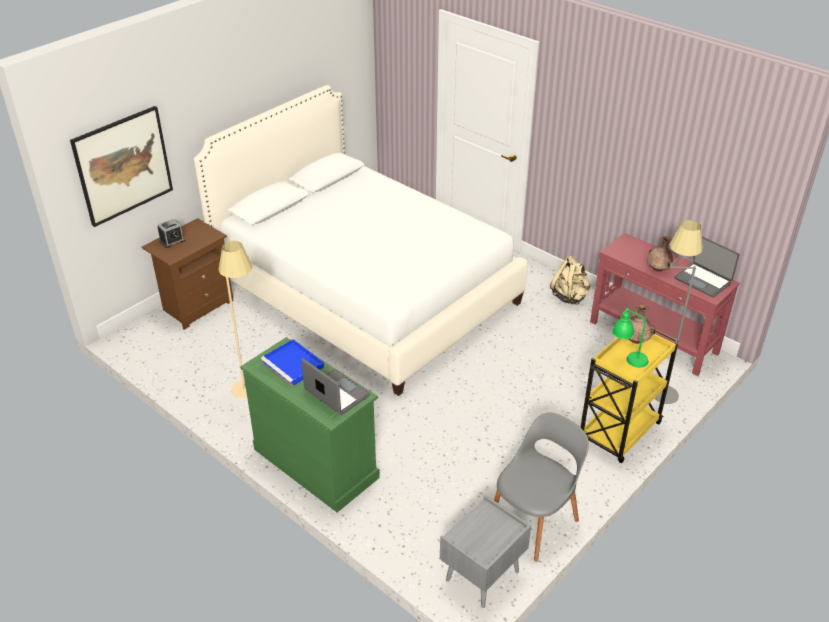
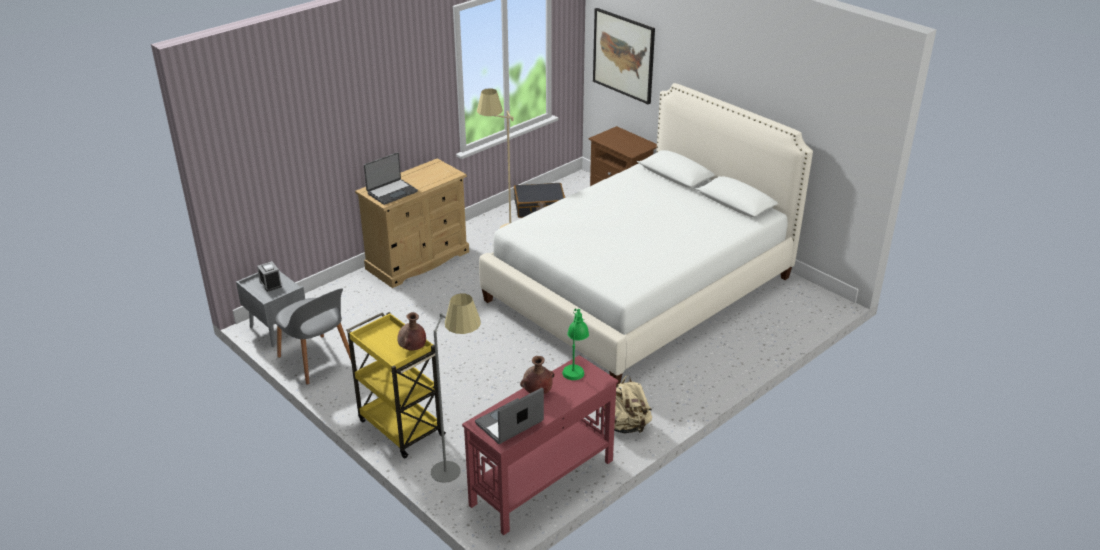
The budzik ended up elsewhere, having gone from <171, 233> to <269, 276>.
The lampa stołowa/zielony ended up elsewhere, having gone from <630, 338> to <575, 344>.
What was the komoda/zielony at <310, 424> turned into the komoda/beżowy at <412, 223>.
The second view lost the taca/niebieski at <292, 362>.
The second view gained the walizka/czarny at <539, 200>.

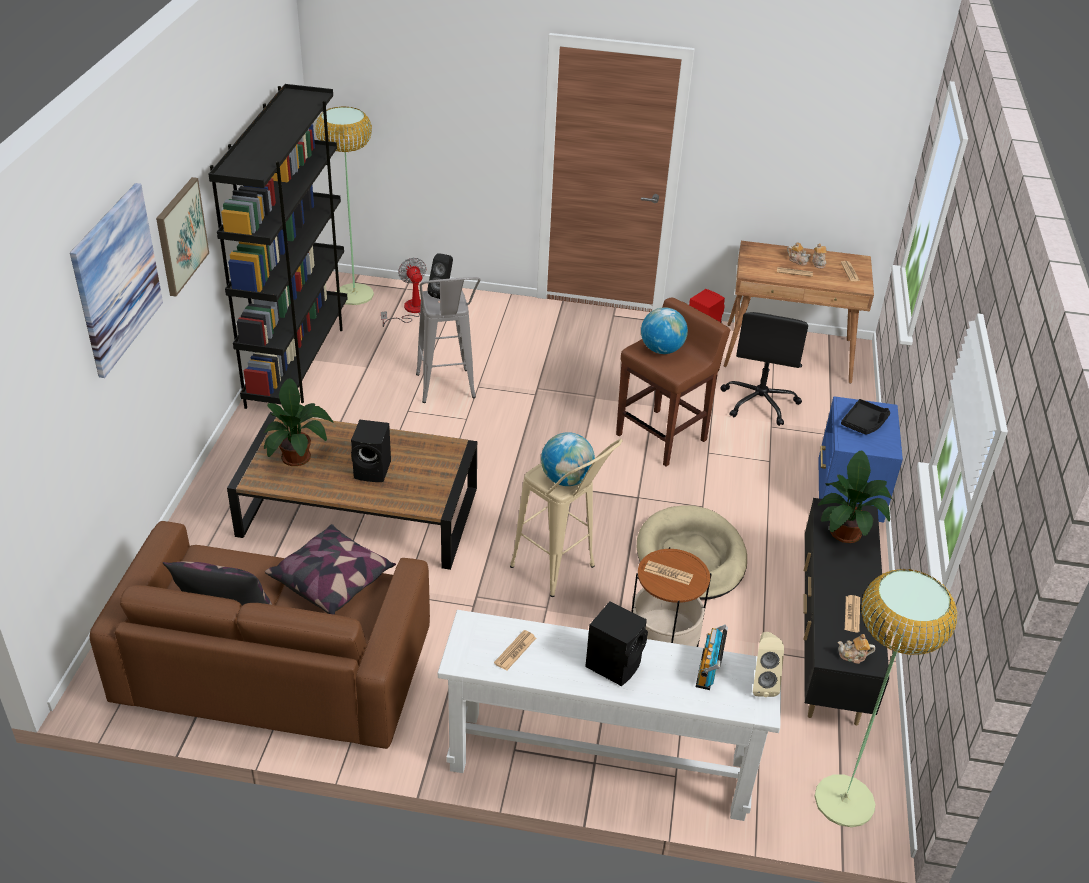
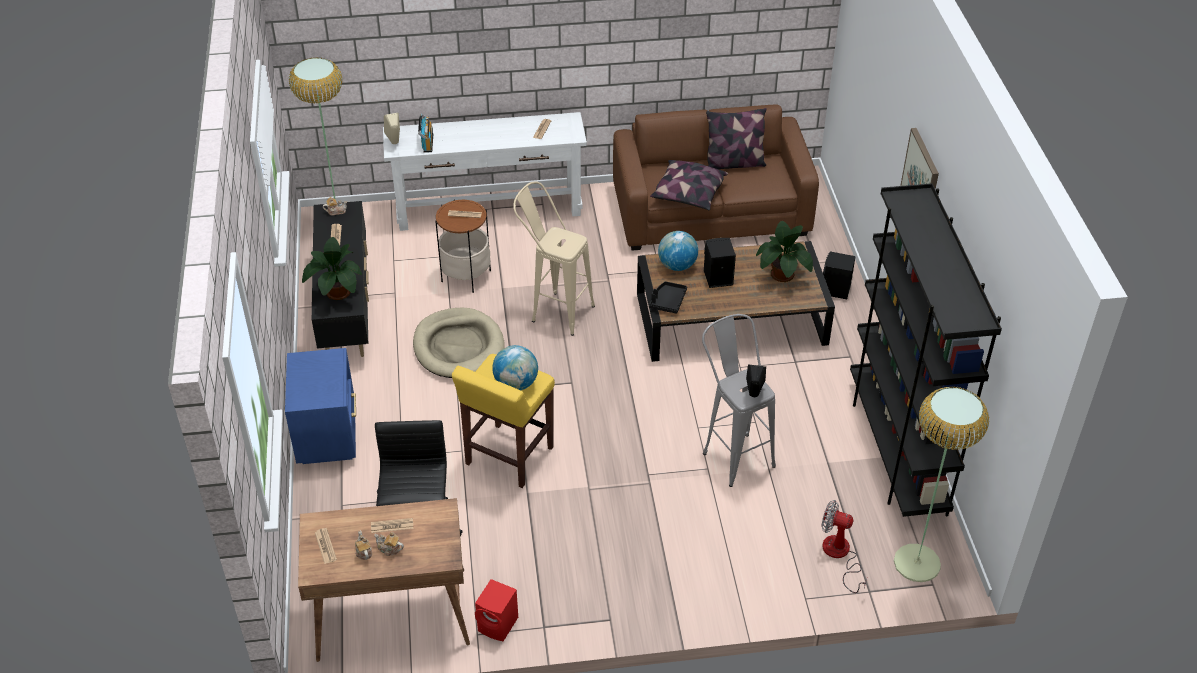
The second view lost the obraz at <116, 280>.
The wentylator at <403, 292> ended up facing another way, 150 degrees clockwise from before.
What was the stołek/brązowy at <673, 382> turned into the stołek/żółty at <503, 421>.
The taca/czarny ended up elsewhere, having gone from <865, 417> to <668, 297>.
The globus ended up elsewhere, having gone from <568, 459> to <678, 251>.
The głośnik/czarny ended up elsewhere, having gone from <616, 643> to <839, 275>.

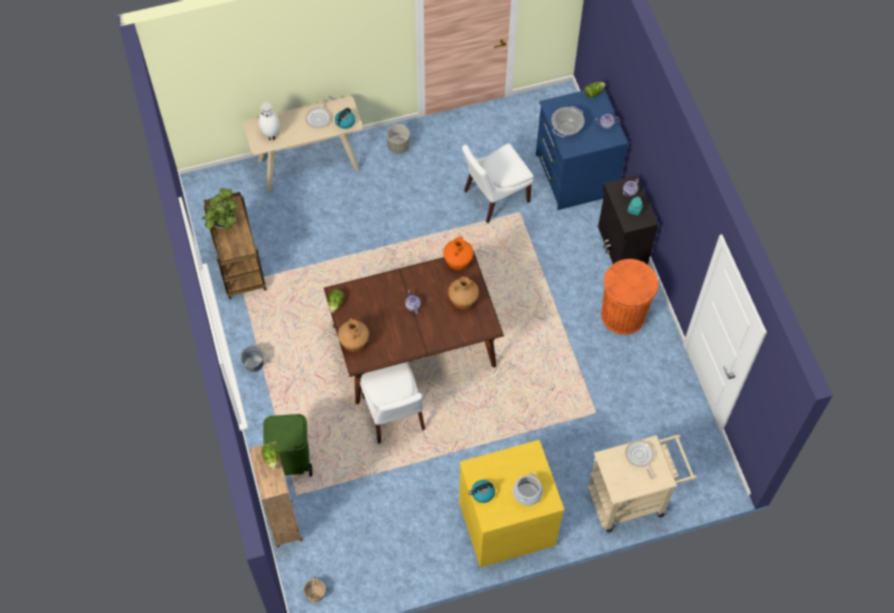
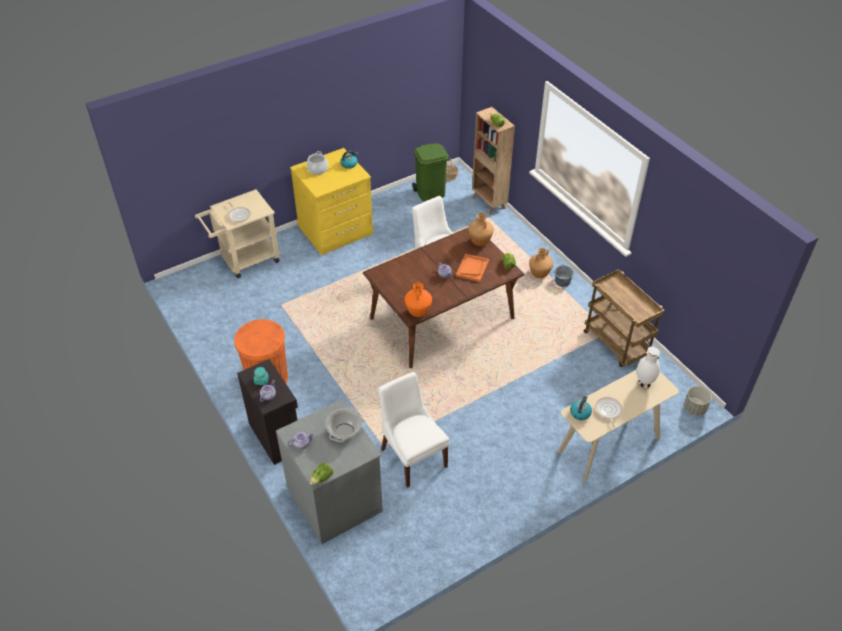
What was the komoda/niebieski at <582, 149> turned into the komoda/szary at <329, 471>.
The donica/szary ended up elsewhere, having gone from <398, 139> to <698, 401>.
The krzesło/biały at <497, 183> ended up facing another way, 75 degrees counterclockwise from before.
The second view lost the roślina doniczkowa at <219, 209>.
The wazon/brązowy ended up elsewhere, having gone from <463, 293> to <541, 263>.
The kosz na śmieci/zielony ended up elsewhere, having gone from <288, 445> to <430, 172>.
The second view gained the taca/pomarańczowy at <472, 268>.

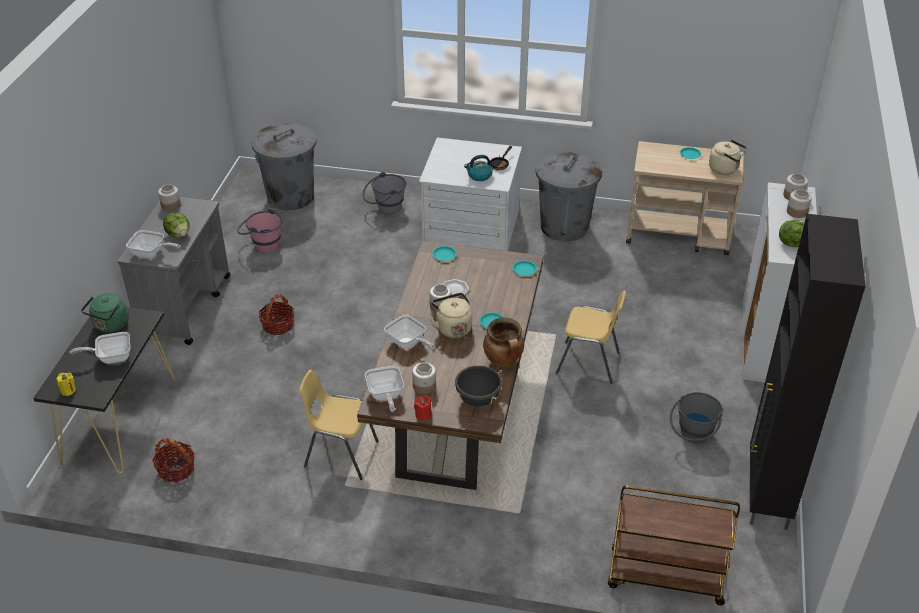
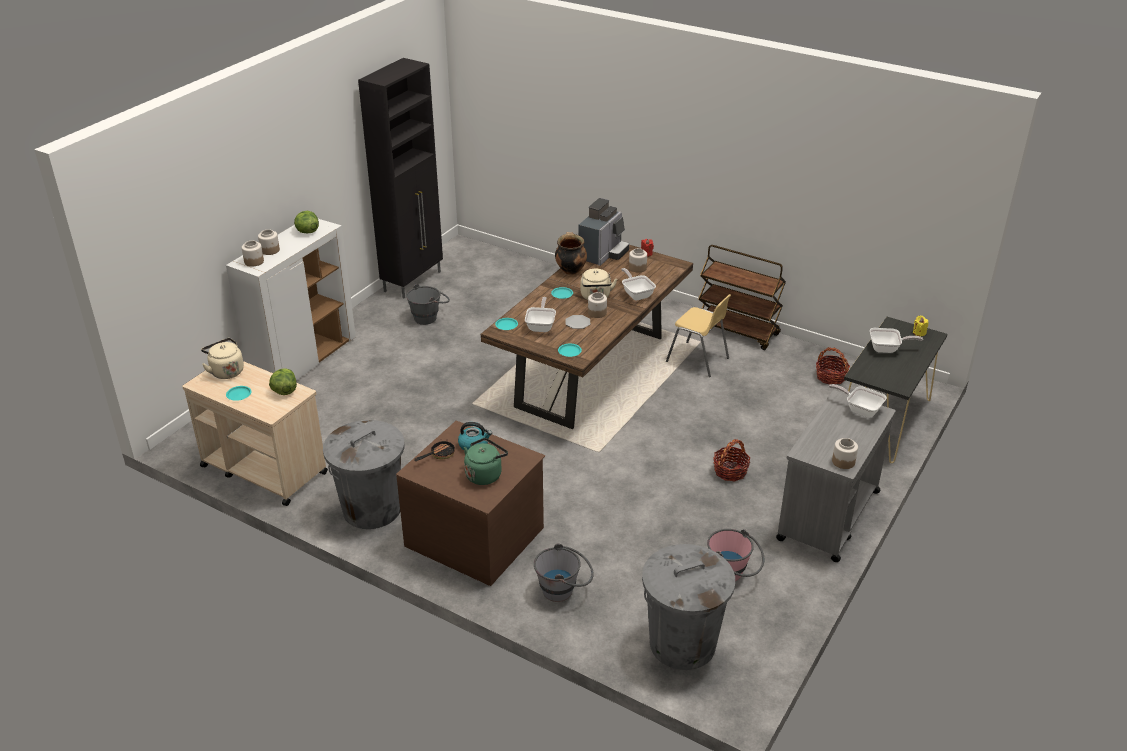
What was the komoda/biały at <470, 194> turned into the komoda/brązowy at <470, 503>.
The sałata ended up elsewhere, having gone from <176, 225> to <283, 381>.
The second view lost the krzesło/żółty at <590, 337>.
The czajnik/zielony ended up elsewhere, having gone from <105, 313> to <486, 461>.
Where the garnek/czarny stood at <478, 385>, the ekspres do kawy came to stand at <603, 232>.
The patelnia ended up elsewhere, having gone from <384, 389> to <540, 314>.
The wózek/brązowy ended up elsewhere, having gone from <674, 545> to <742, 297>.

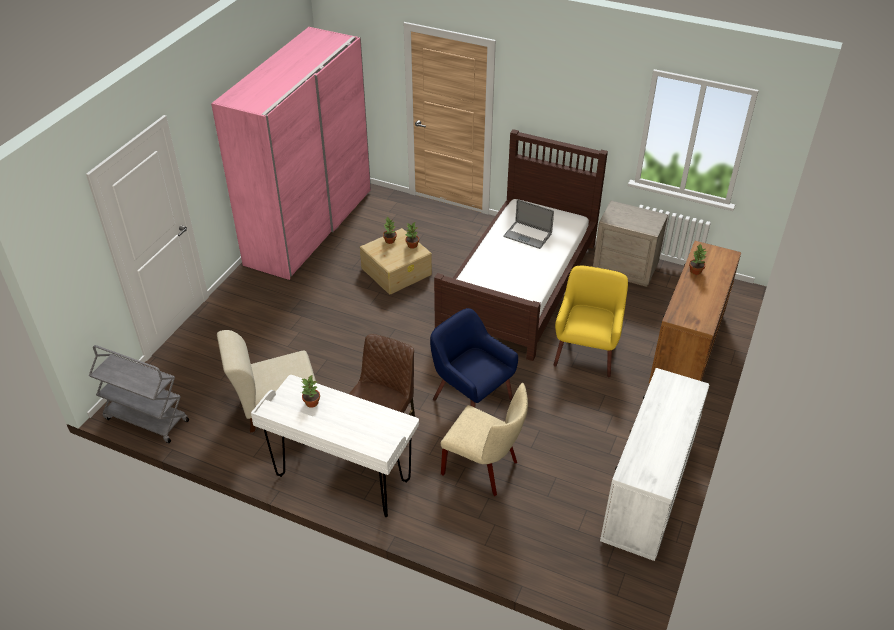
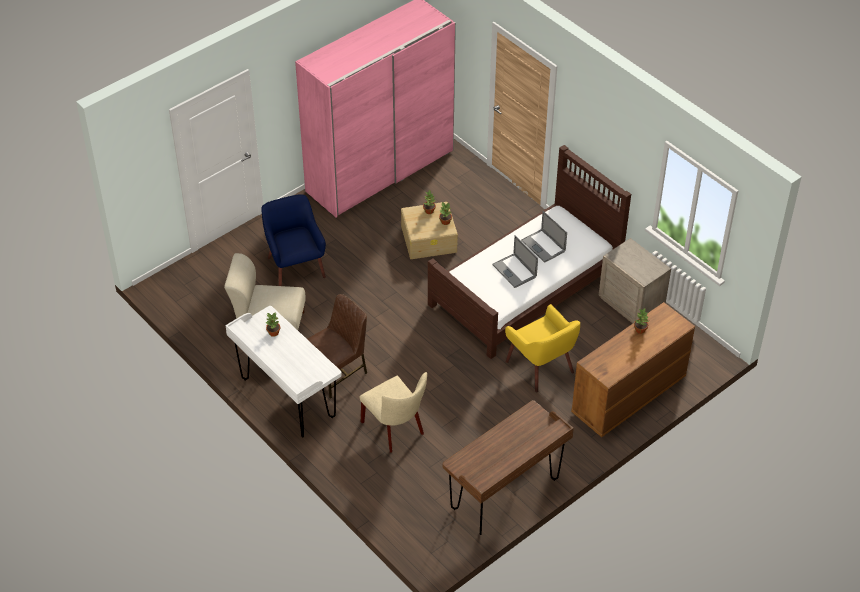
The fotel/żółty at <590, 321> ended up facing another way, 105 degrees clockwise from before.
The fotel/niebieski ended up elsewhere, having gone from <474, 357> to <293, 240>.
The second view lost the wózek/szary at <139, 394>.
Where the komoda/biały stood at <654, 464>, the biurko/brązowy came to stand at <508, 467>.
The second view gained the laptop at <515, 261>.

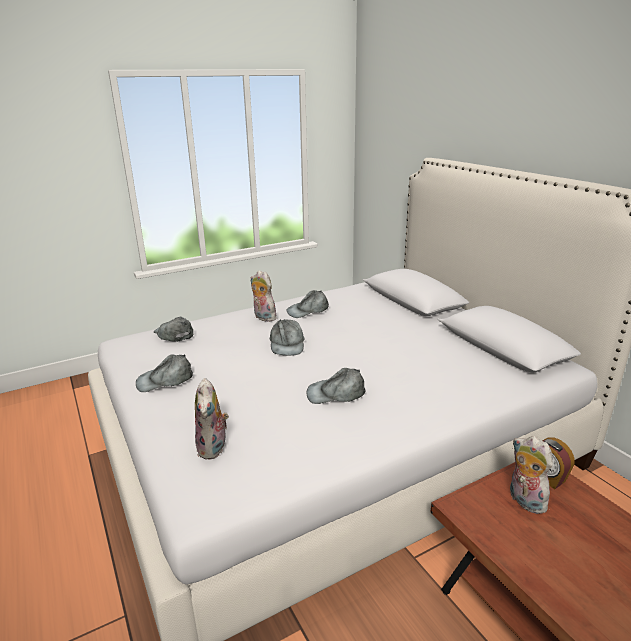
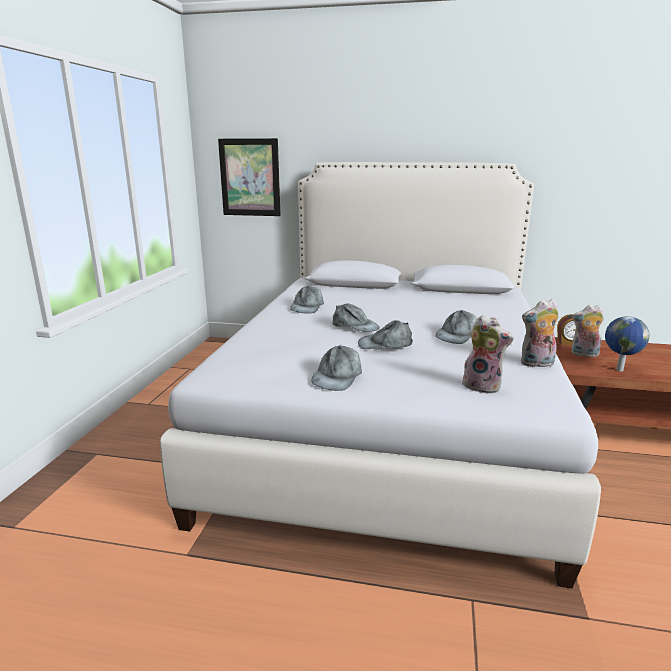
The pluszak ended up elsewhere, having gone from <263, 296> to <540, 333>.
The czapka z daszkiem/szary ended up elsewhere, having gone from <173, 329> to <385, 334>.
The second view gained the obraz at <249, 177>.
The second view gained the globus at <627, 343>.

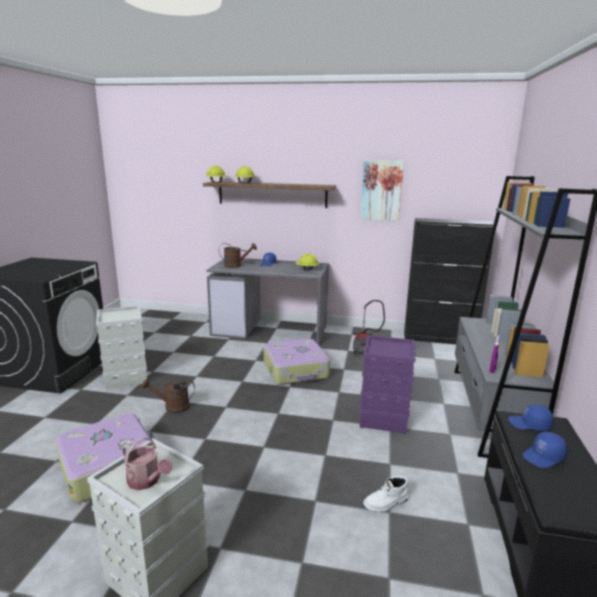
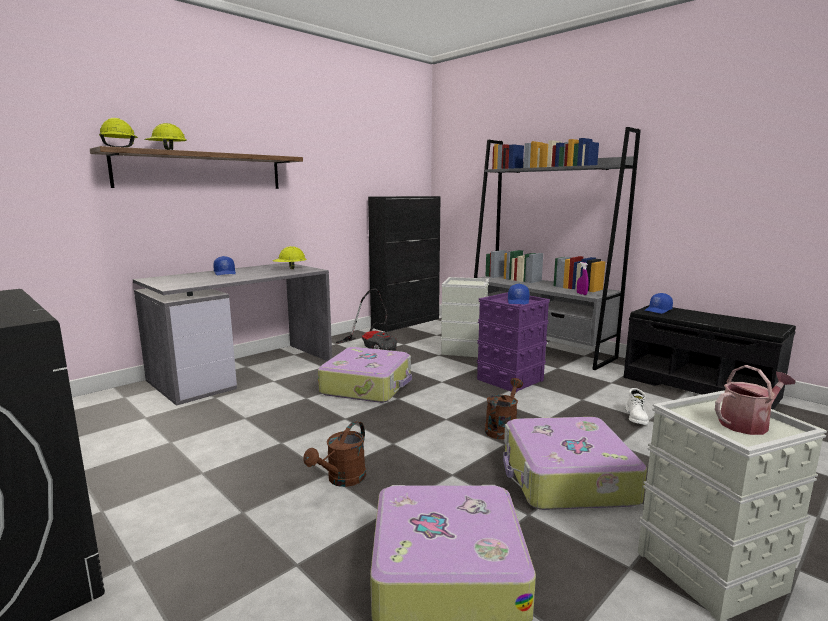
The second view lost the obraz at <382, 190>.
The konewka/brązowy ended up elsewhere, having gone from <238, 255> to <504, 408>.
The pojemnik do przechowywania/szary ended up elsewhere, having gone from <121, 347> to <465, 317>.
The czapka z daszkiem/niebieski ended up elsewhere, having gone from <544, 450> to <519, 294>.
The second view gained the walizka at <575, 463>.

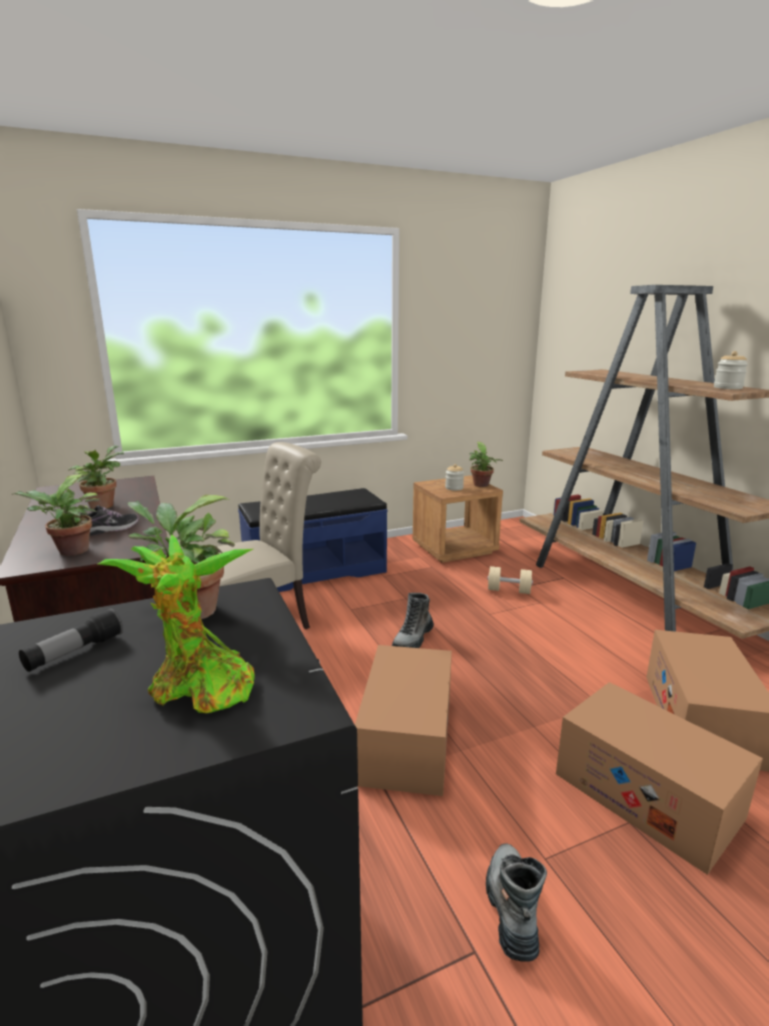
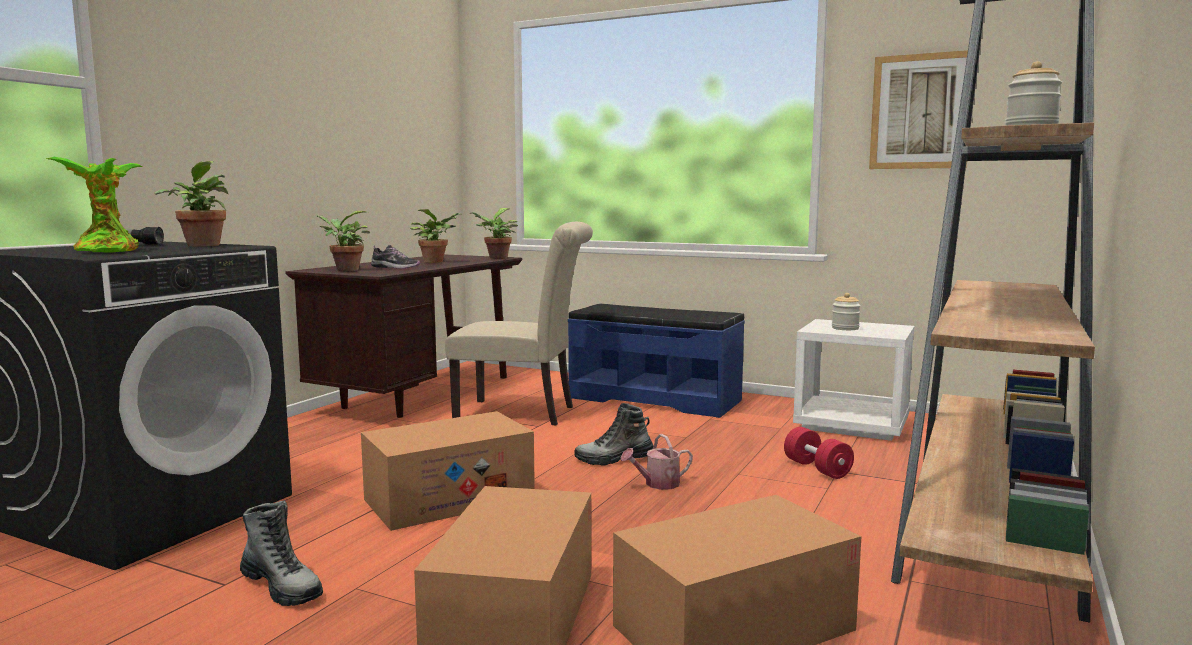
The roślina doniczkowa ended up elsewhere, having gone from <486, 464> to <493, 233>.
What was the szafka nocna/brązowy at <457, 519> turned into the szafka nocna/biały at <853, 380>.
What was the hantel/beżowy at <510, 580> turned into the hantel/czerwony at <819, 453>.
The but z cholewką at <516, 903> ended up facing another way, 75 degrees clockwise from before.
The second view gained the obraz at <918, 109>.
The second view gained the konewka at <656, 462>.

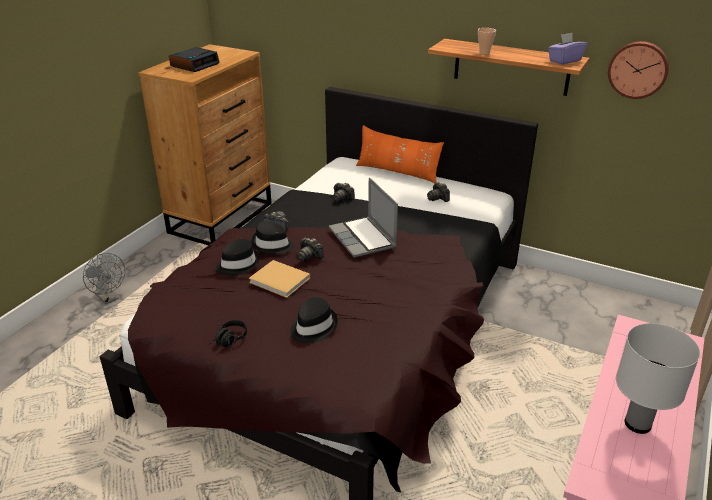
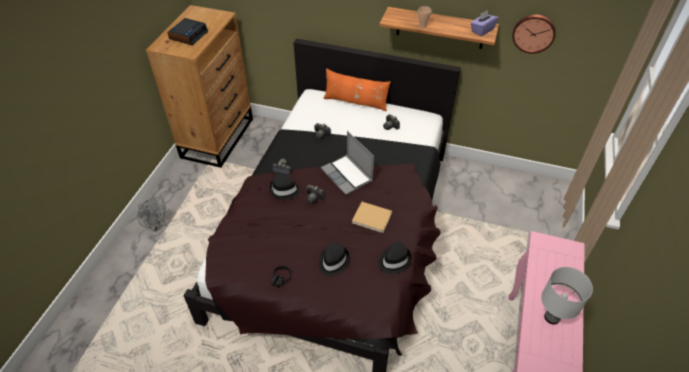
The kapelusz/czarny ended up elsewhere, having gone from <238, 257> to <395, 258>.
The książka/beżowy ended up elsewhere, having gone from <279, 279> to <372, 217>.

